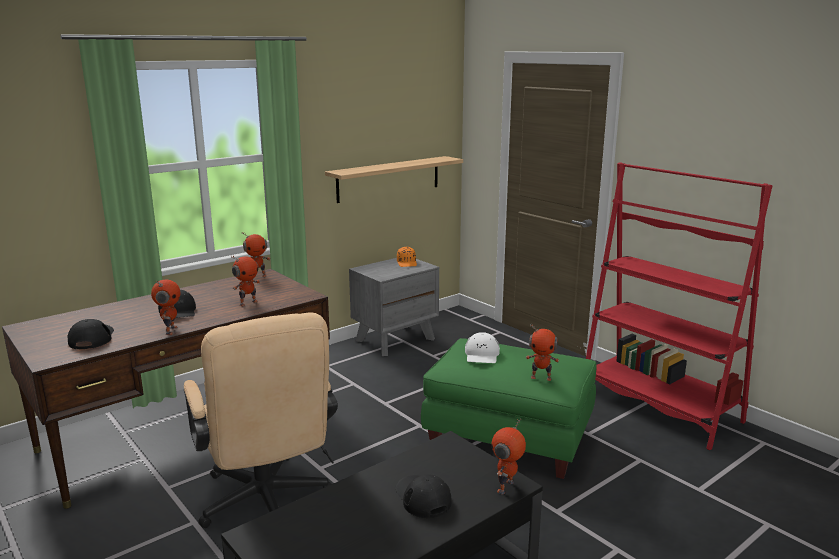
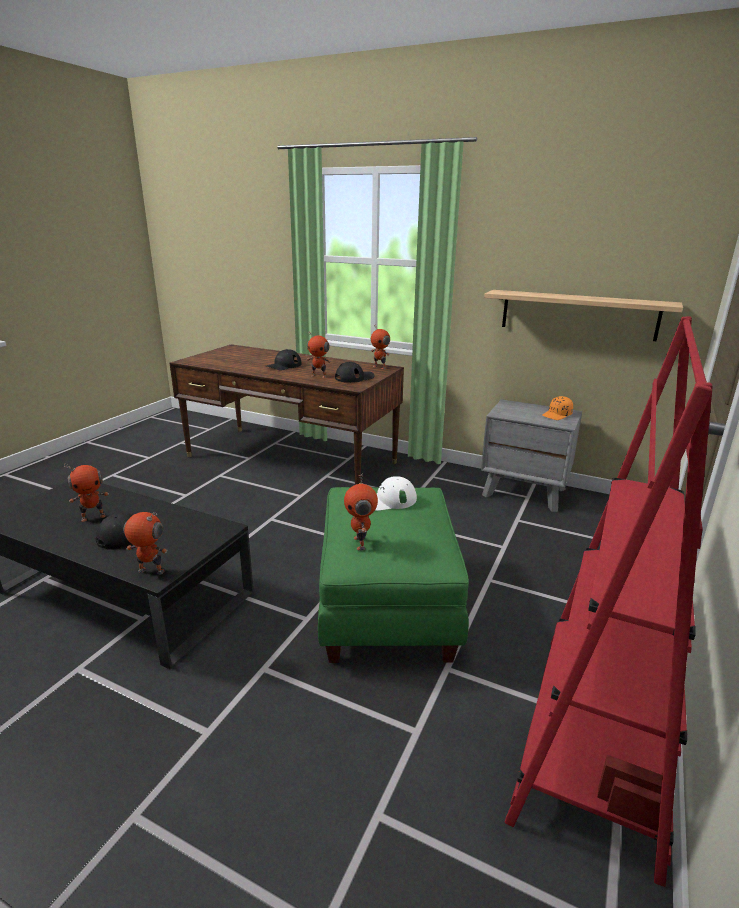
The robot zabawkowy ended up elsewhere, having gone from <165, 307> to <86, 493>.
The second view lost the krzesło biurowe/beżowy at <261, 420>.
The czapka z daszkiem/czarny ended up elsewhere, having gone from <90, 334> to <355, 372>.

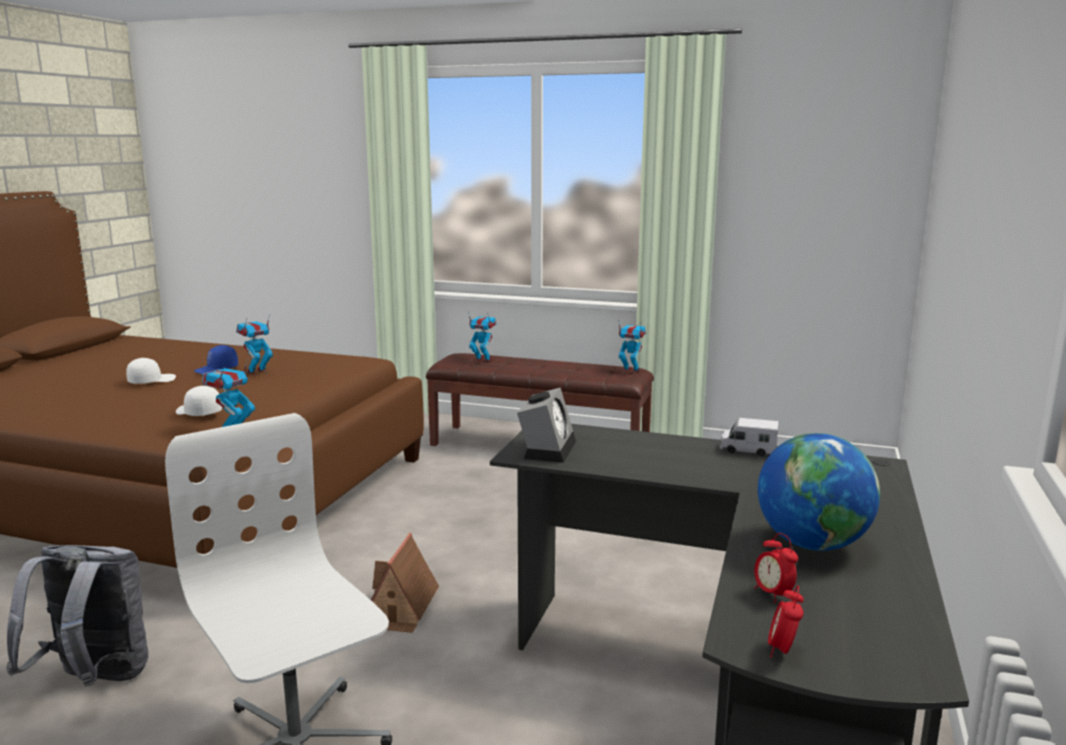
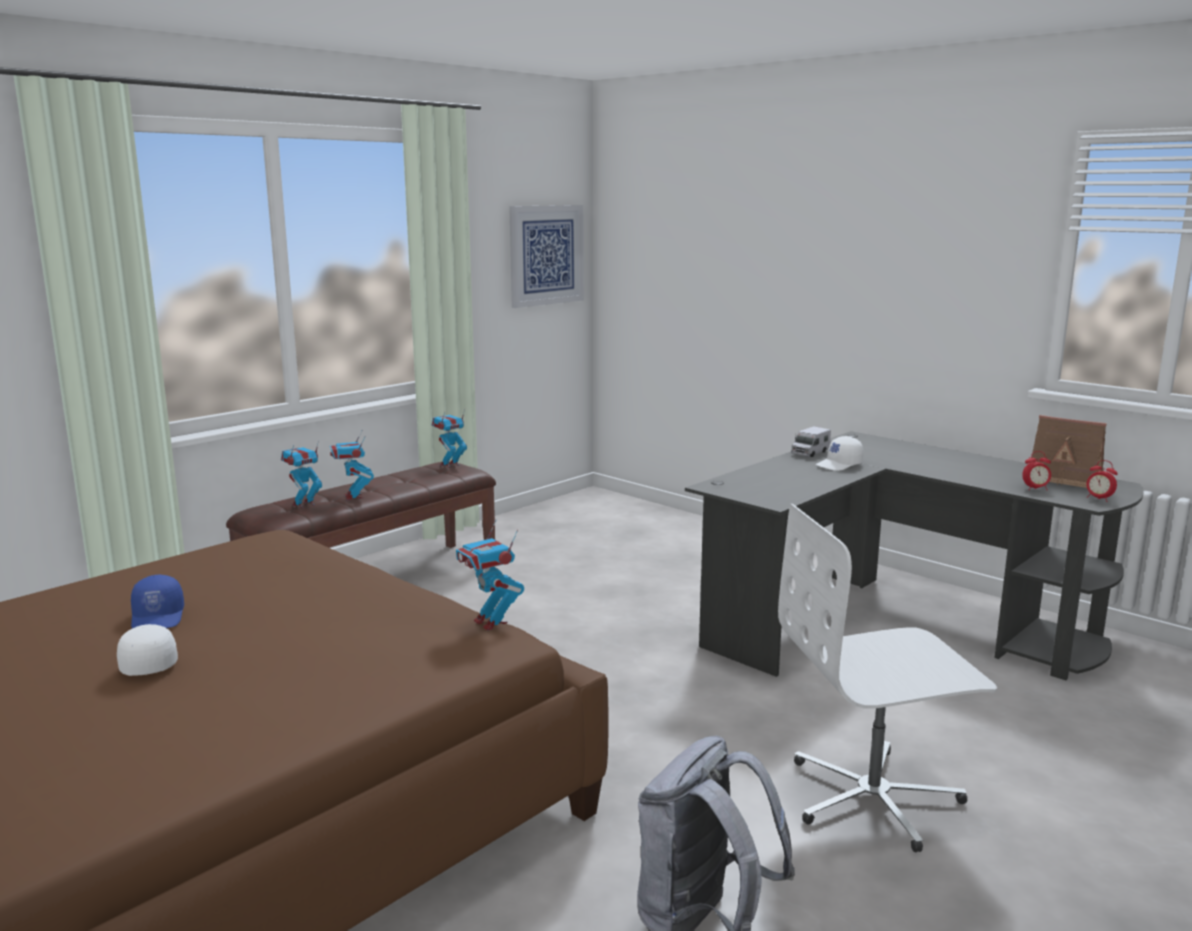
The robot zabawkowy ended up elsewhere, having gone from <254, 344> to <352, 466>.
The czapka z daszkiem/biały ended up elsewhere, having gone from <199, 401> to <839, 453>.
The second view lost the budzik at <546, 425>.
The second view lost the globus at <819, 492>.
The domek ended up elsewhere, having gone from <405, 583> to <1069, 451>.
The second view gained the obraz at <546, 256>.

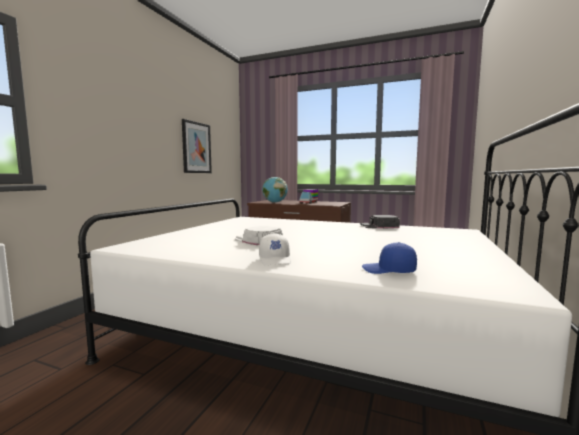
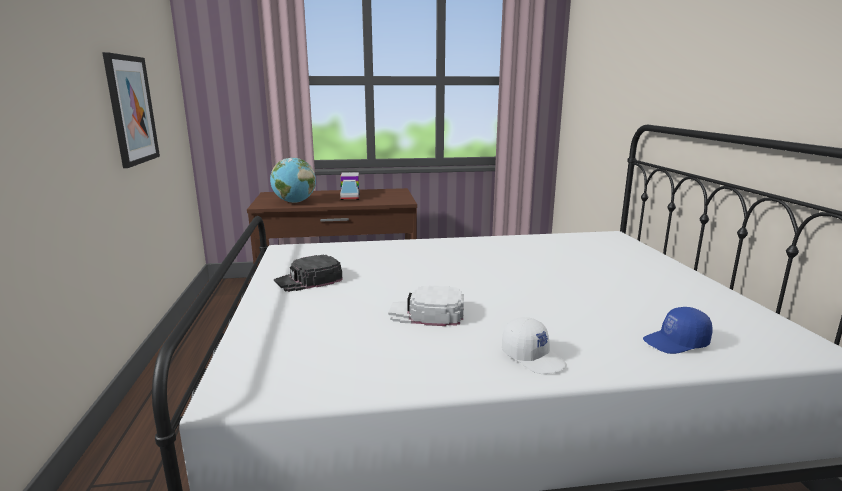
The czapka z daszkiem/czarny ended up elsewhere, having gone from <380, 221> to <308, 273>.

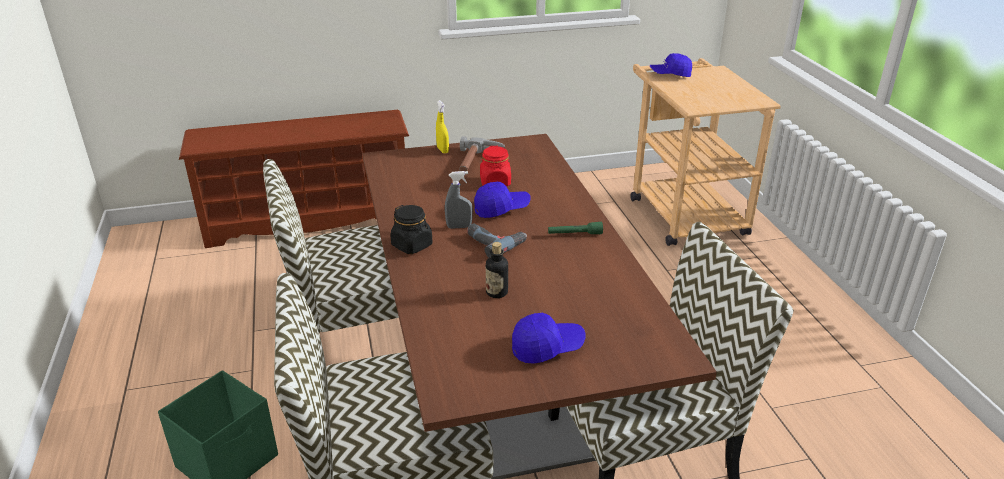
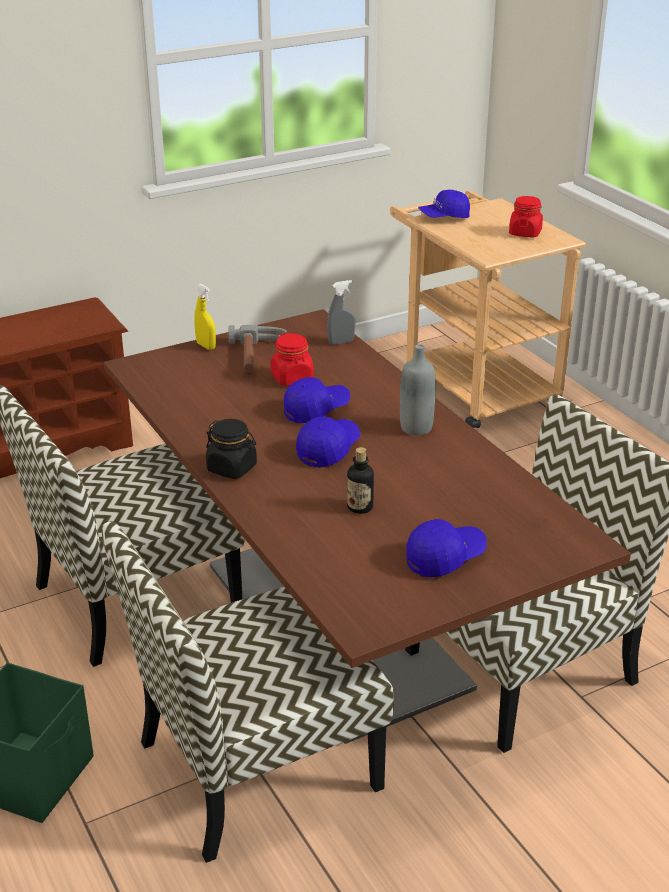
The spryskiwacz/szary ended up elsewhere, having gone from <459, 200> to <341, 312>.
Where the latarka/zielony stood at <575, 228>, the butelka/szary came to stand at <417, 390>.
Where the wiertarka stood at <497, 240>, the czapka z daszkiem/niebieski came to stand at <328, 442>.
The second view gained the słoik/czerwony at <526, 216>.

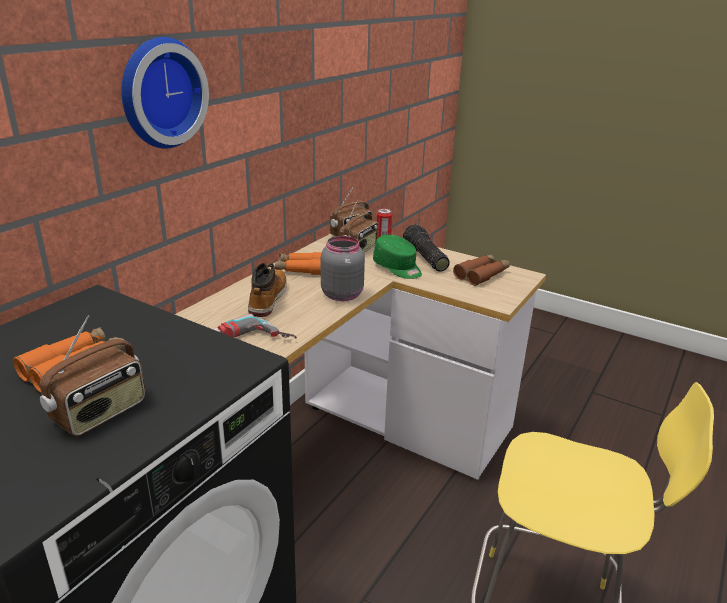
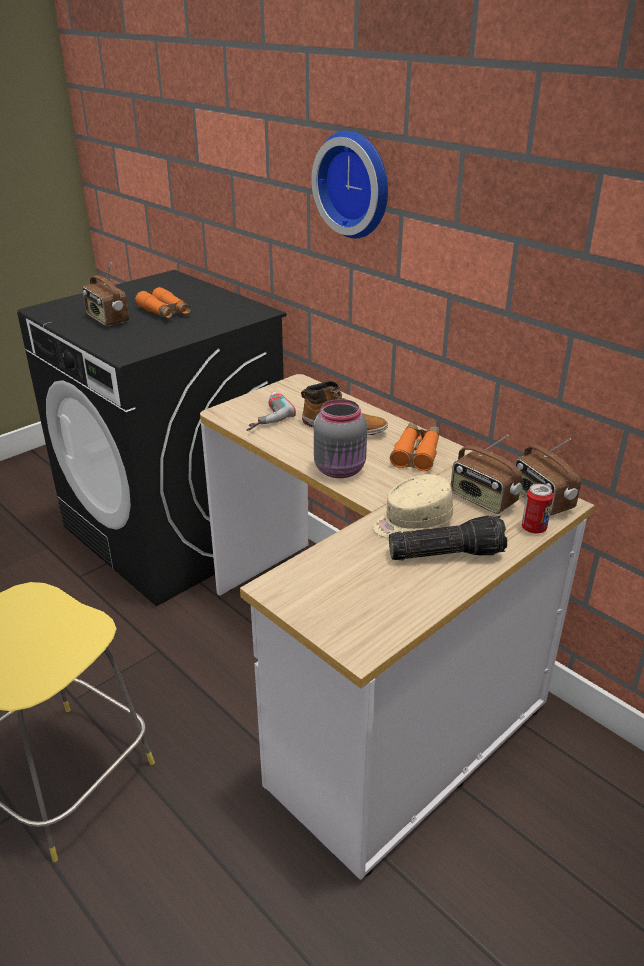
What was the czapka z daszkiem/zielony at <397, 257> turned into the czapka z daszkiem/beżowy at <413, 506>.
The second view lost the lornetka/brązowy at <481, 270>.

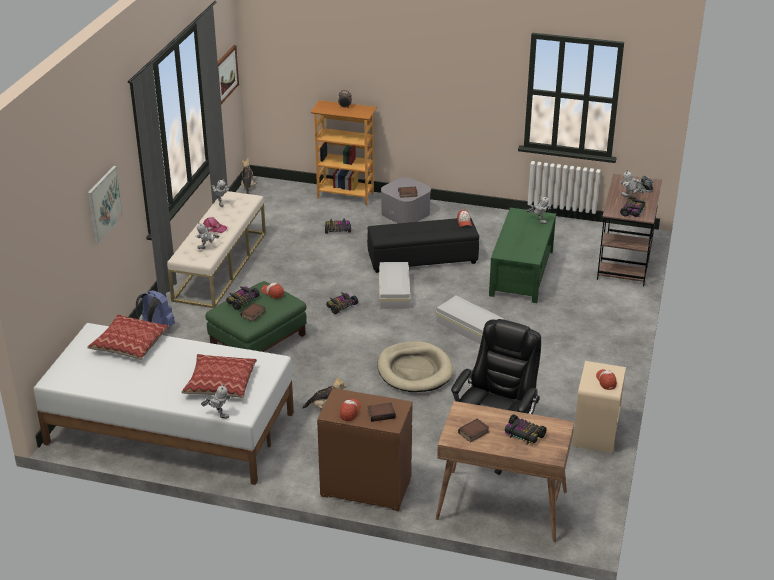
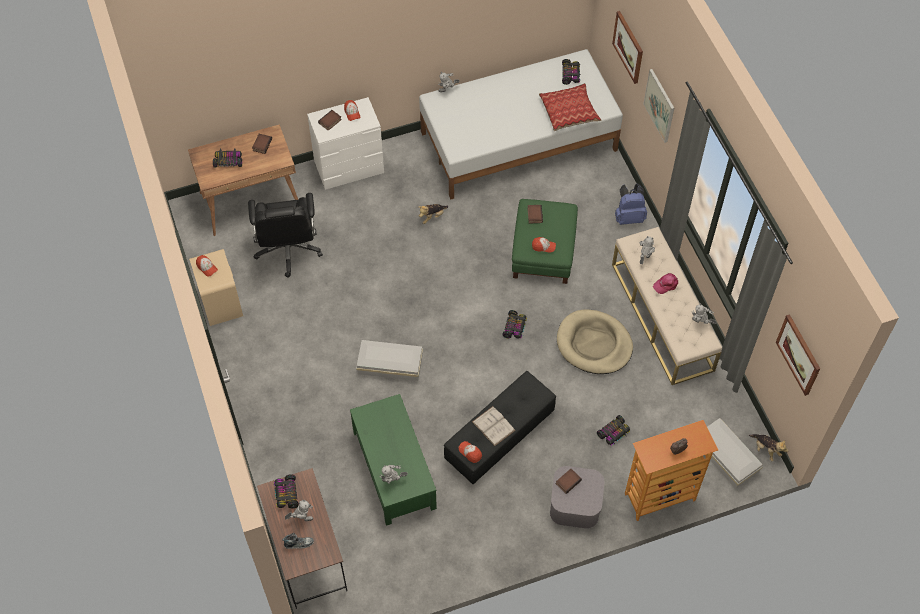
The pojemnik do przechowywania/biały ended up elsewhere, having gone from <394, 285> to <735, 453>.
The samochodzik ended up elsewhere, having gone from <243, 298> to <571, 72>.
The legowisko/beżowy ended up elsewhere, having gone from <415, 366> to <595, 341>.
The second view lost the poduszka at <219, 376>.
What was the komoda/brązowy at <364, 449> turned into the komoda/biały at <345, 143>.
The second view gained the obraz at <627, 47>.
The second view gained the książka/biały at <494, 426>.

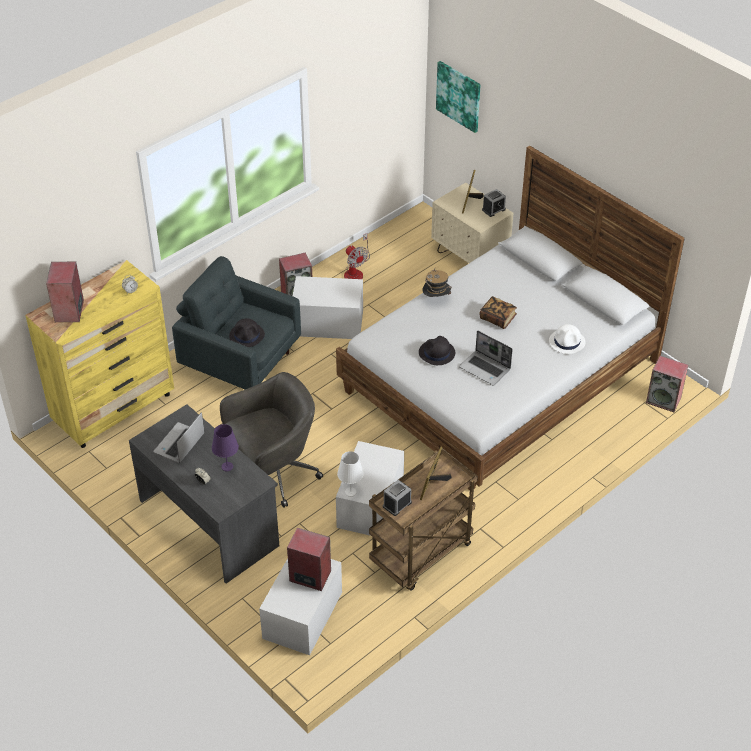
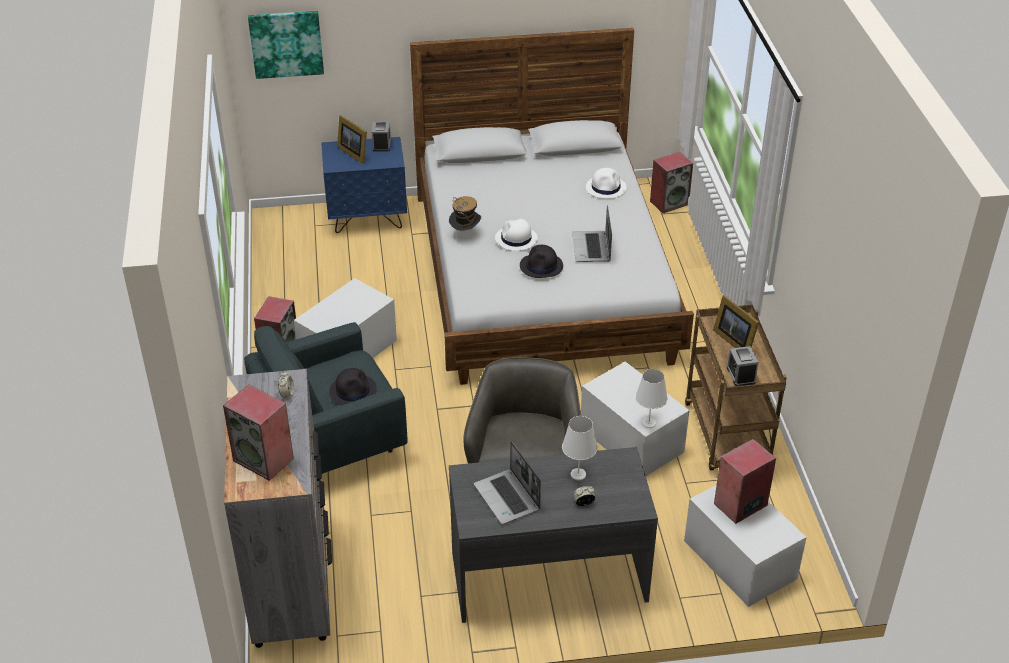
What was the szafka nocna/beżowy at <472, 222> turned into the szafka nocna/niebieski at <364, 185>.
The second view lost the wentylator at <357, 256>.
What was the komoda/żółty at <99, 354> turned into the komoda/szary at <278, 508>.
The second view lost the książka at <498, 312>.
The laptop at <486, 358> ended up facing another way, 105 degrees clockwise from before.
What was the lampa stołowa/fioletowy at <225, 447> turned into the lampa stołowa/biały at <580, 448>.
The second view gained the kapelusz/biały at <516, 235>.

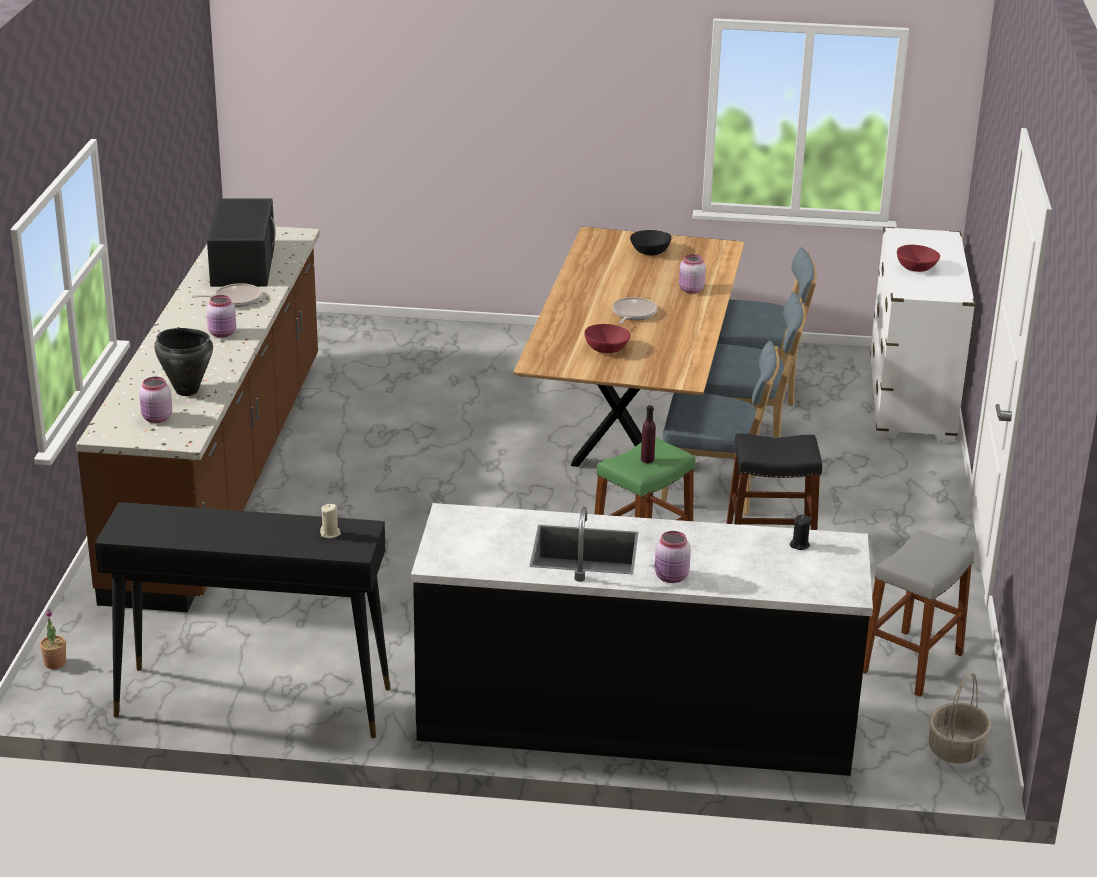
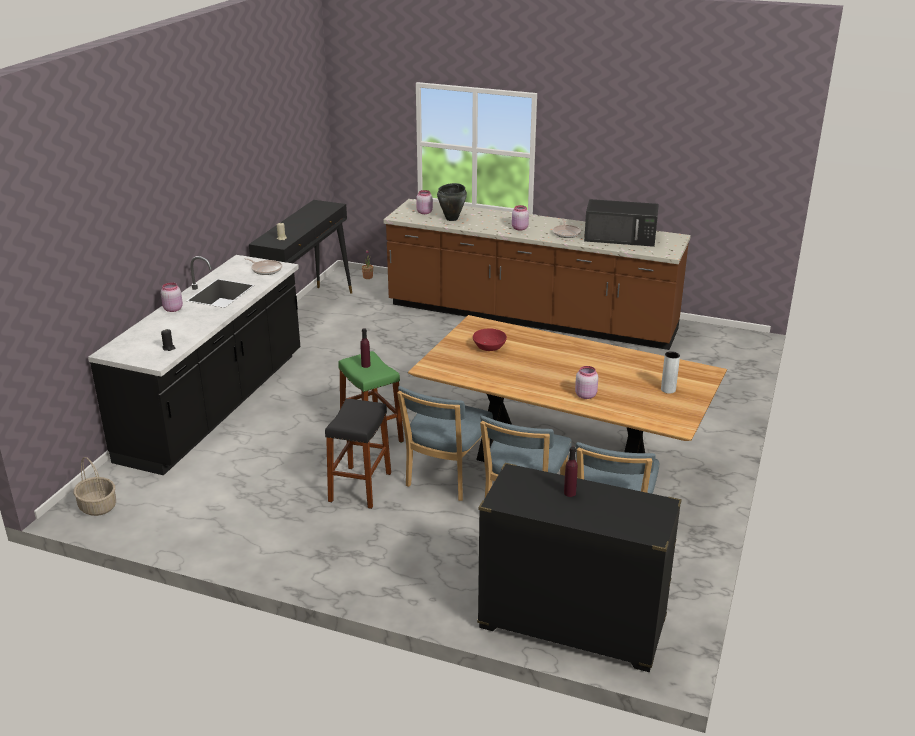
What was the komoda/biały at <922, 334> turned into the komoda/czarny at <579, 567>.
Where the miska/czarny stood at <650, 242>, the wazon/szary came to stand at <670, 372>.
Where the miska/czerwony stood at <918, 258>, the butelka/fioletowy came to stand at <571, 472>.
The patelnia ended up elsewhere, having gone from <634, 310> to <263, 266>.
The second view lost the stołek/szary at <918, 613>.

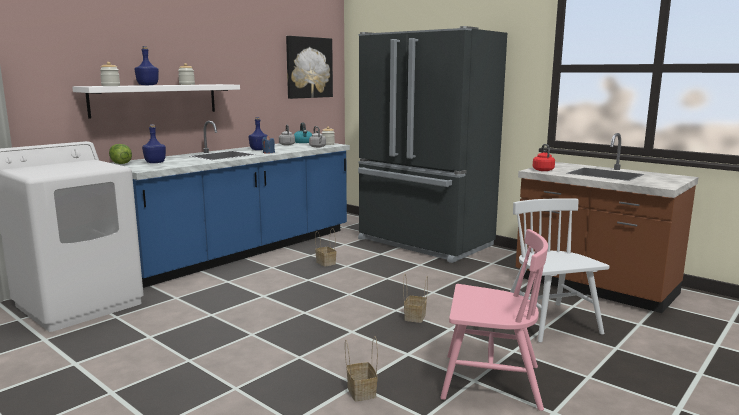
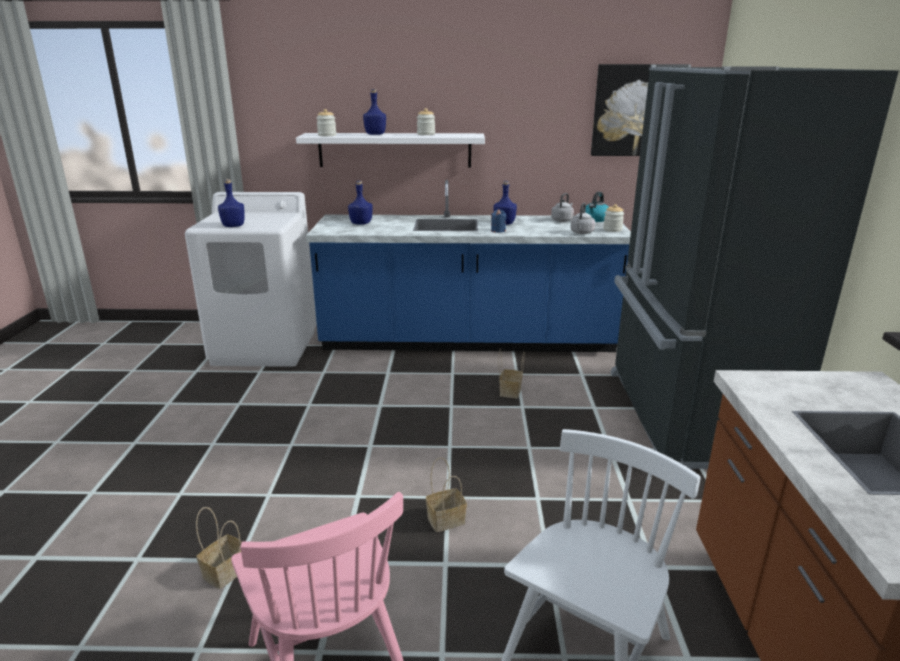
The second view lost the sałata at <120, 154>.
The second view lost the czajnik/czerwony at <544, 157>.
The second view gained the butelka/niebieski at <231, 203>.

